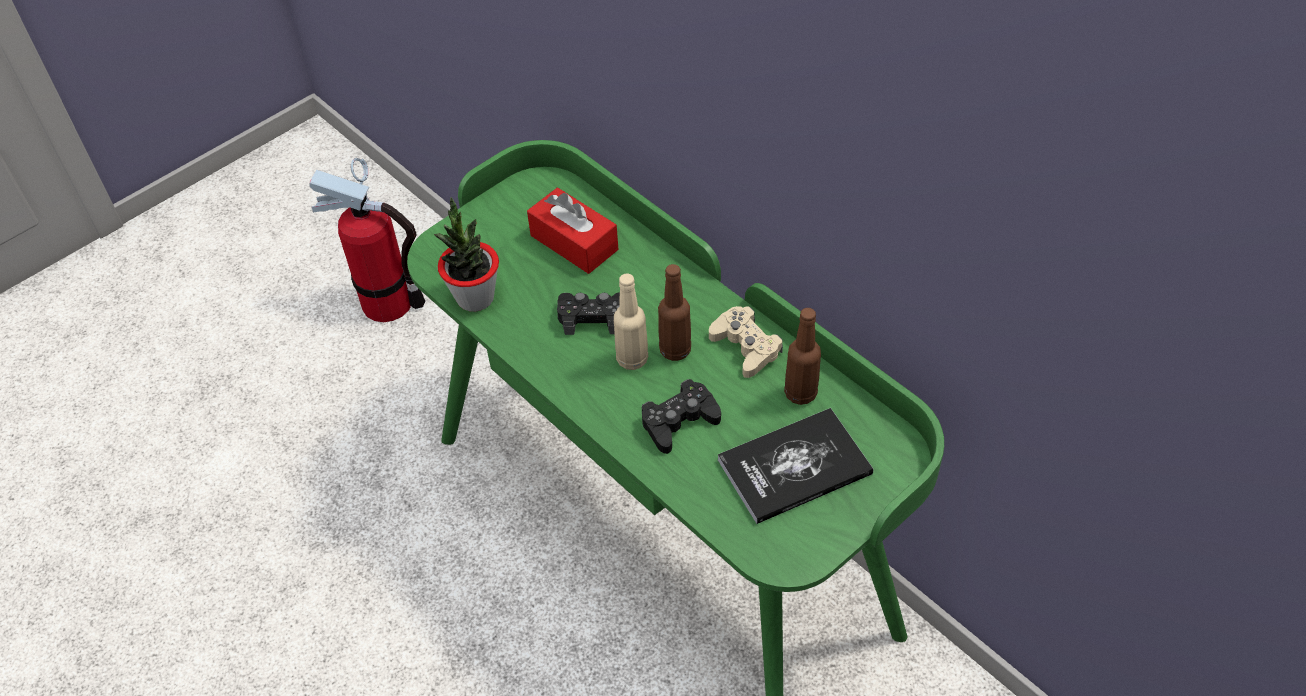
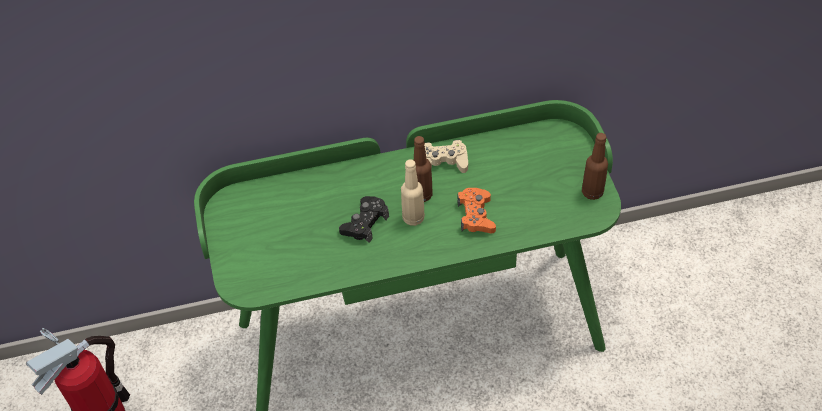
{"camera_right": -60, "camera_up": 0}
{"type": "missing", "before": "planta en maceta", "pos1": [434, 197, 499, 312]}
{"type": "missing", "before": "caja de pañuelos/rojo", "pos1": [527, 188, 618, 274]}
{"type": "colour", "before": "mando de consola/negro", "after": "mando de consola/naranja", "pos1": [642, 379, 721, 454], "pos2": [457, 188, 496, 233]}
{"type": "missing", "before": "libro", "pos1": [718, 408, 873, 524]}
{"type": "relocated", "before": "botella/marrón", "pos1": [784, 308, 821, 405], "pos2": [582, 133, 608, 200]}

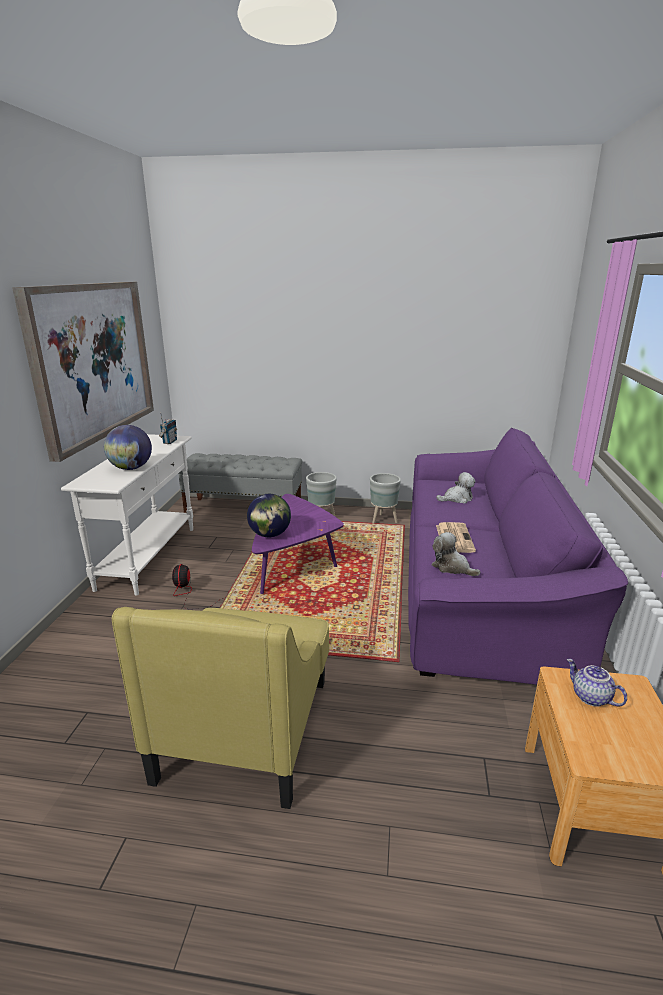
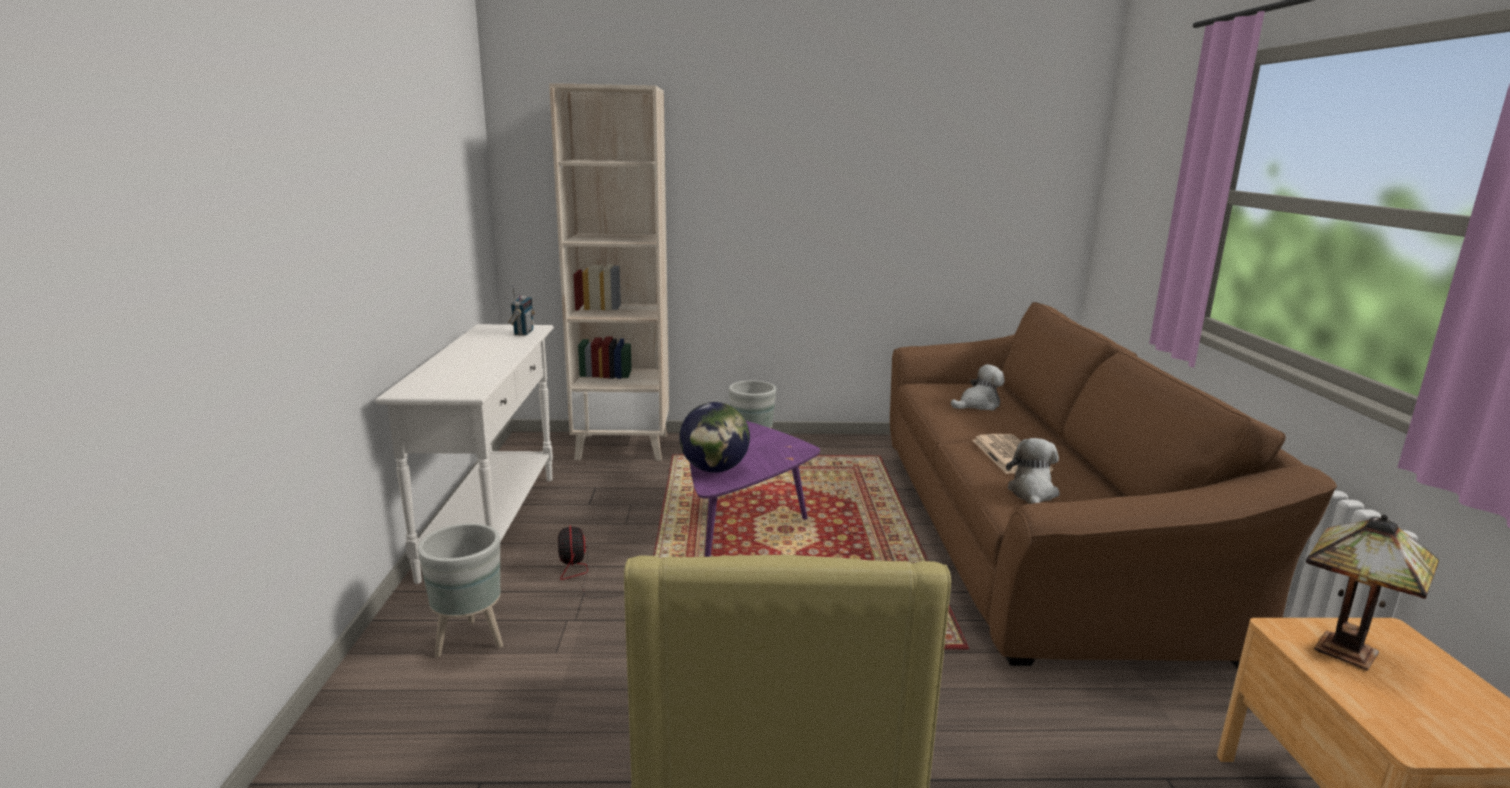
{"camera_right": -10, "camera_up": -5}
{"type": "missing", "before": "cuadro", "pos1": [12, 282, 154, 462]}
{"type": "missing", "before": "globo terráqueo", "pos1": [104, 425, 152, 470]}
{"type": "exchanged", "before": "banco/gris", "after": "estantería/beis", "pos1": [178, 453, 302, 513], "pos2": [549, 83, 669, 461]}
{"type": "relocated", "before": "maceta/gris", "pos1": [370, 473, 401, 524], "pos2": [418, 523, 503, 657]}
{"type": "colour", "before": "sofá/morado", "after": "sofá/marrón", "pos1": [408, 428, 628, 685], "pos2": [890, 302, 1337, 669]}
{"type": "spun", "before": "peluche", "pos1": [432, 532, 480, 576], "pos2": [1006, 438, 1060, 504], "turn": 75}
{"type": "exchanged", "before": "tetera", "after": "lámpara de mesa", "pos1": [567, 659, 627, 707], "pos2": [1306, 514, 1439, 670]}

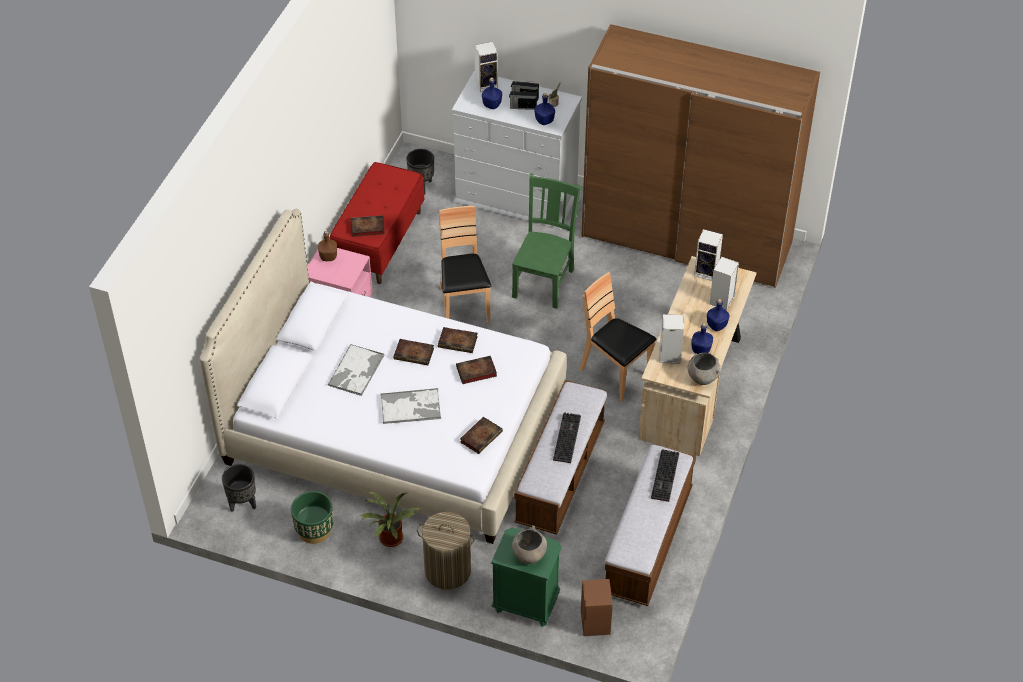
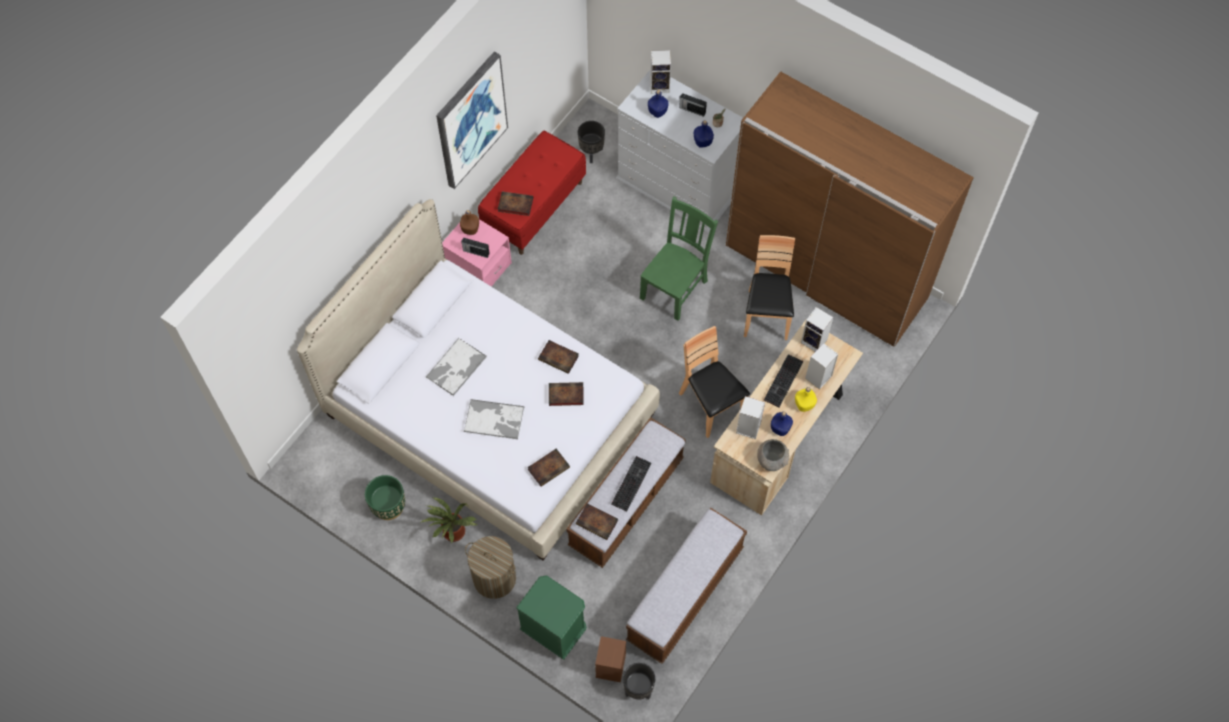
{"camera_right": 15, "camera_up": 15}
{"type": "relocated", "before": "maceta/negro", "pos1": [222, 464, 256, 512], "pos2": [623, 663, 655, 700]}
{"type": "relocated", "before": "libro", "pos1": [394, 339, 434, 365], "pos2": [576, 503, 618, 540]}
{"type": "relocated", "before": "silla/marrón", "pos1": [439, 206, 491, 323], "pos2": [744, 235, 795, 340]}
{"type": "relocated", "before": "radio", "pos1": [509, 90, 537, 110], "pos2": [461, 238, 490, 258]}
{"type": "missing", "before": "cuenco/gris", "pos1": [512, 525, 547, 564]}
{"type": "relocated", "before": "teclado", "pos1": [651, 449, 679, 502], "pos2": [764, 355, 803, 407]}
{"type": "colour", "before": "botella/azul", "after": "botella/amarillo", "pos1": [707, 299, 729, 331], "pos2": [795, 387, 817, 412]}
{"type": "appeared", "after": "cuadro", "pos2": [436, 51, 508, 189]}

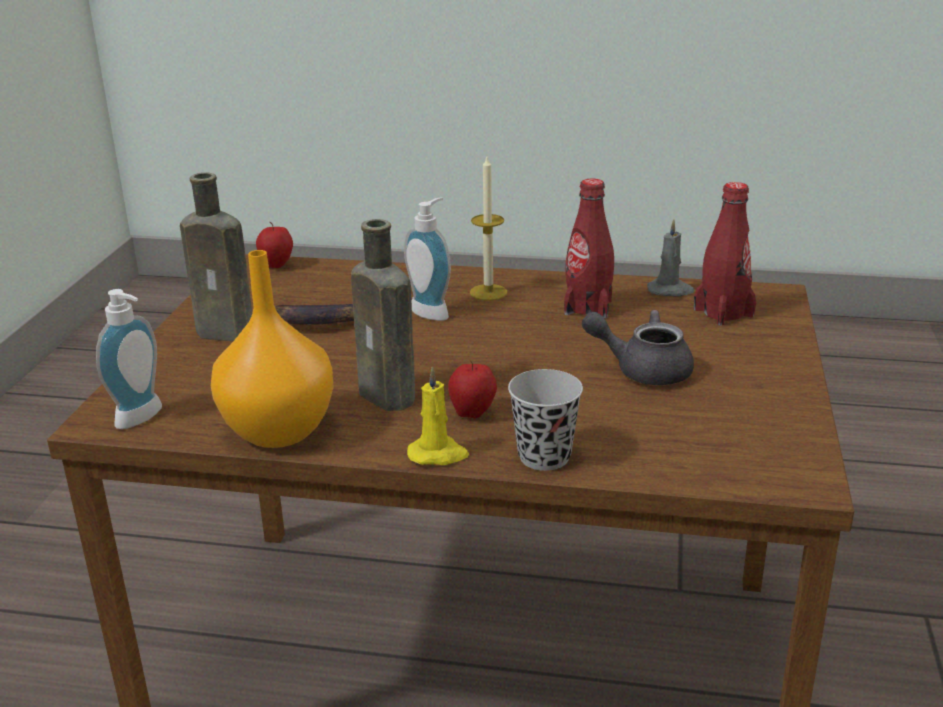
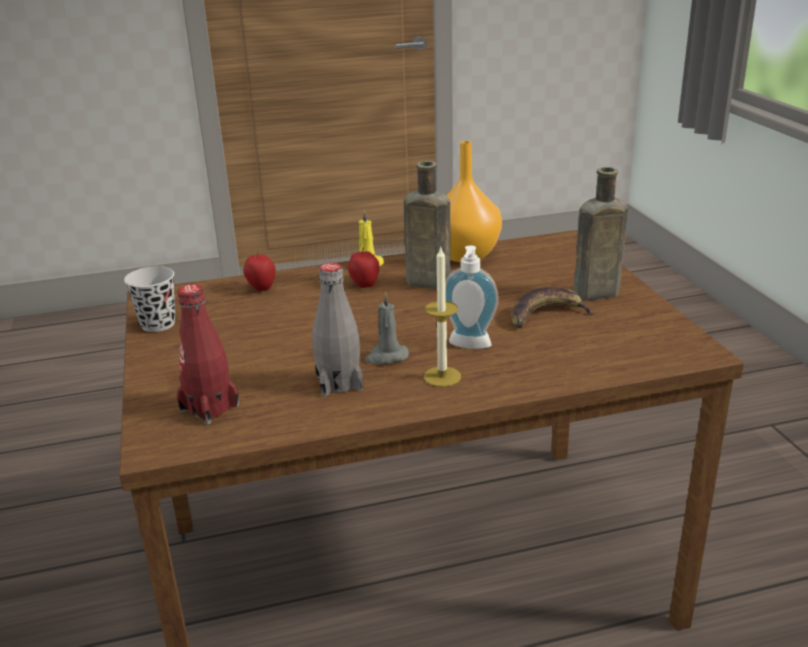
{"camera_right": 155, "camera_up": 0}
{"type": "missing", "before": "dispensador de jabón", "pos1": [96, 289, 162, 429]}
{"type": "relocated", "before": "manzana", "pos1": [256, 222, 293, 268], "pos2": [243, 250, 276, 291]}
{"type": "relocated", "before": "taza/negro", "pos1": [508, 369, 583, 471], "pos2": [124, 266, 176, 332]}
{"type": "colour", "before": "botella/rojo", "after": "botella/gris", "pos1": [564, 179, 614, 318], "pos2": [312, 263, 363, 397]}
{"type": "missing", "before": "tetera/gris", "pos1": [582, 310, 694, 385]}
{"type": "relocated", "before": "vela/gris", "pos1": [647, 219, 695, 296], "pos2": [365, 291, 409, 364]}

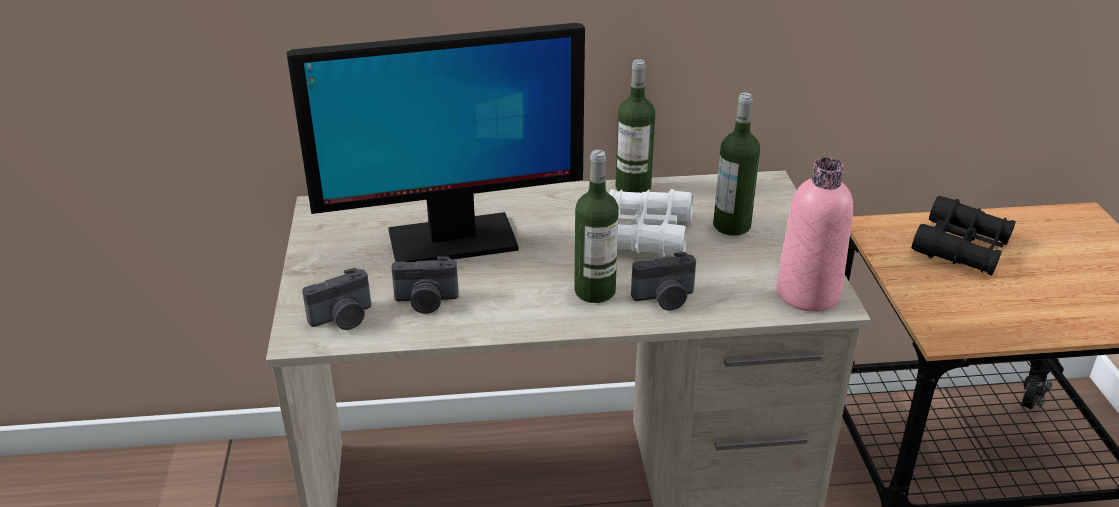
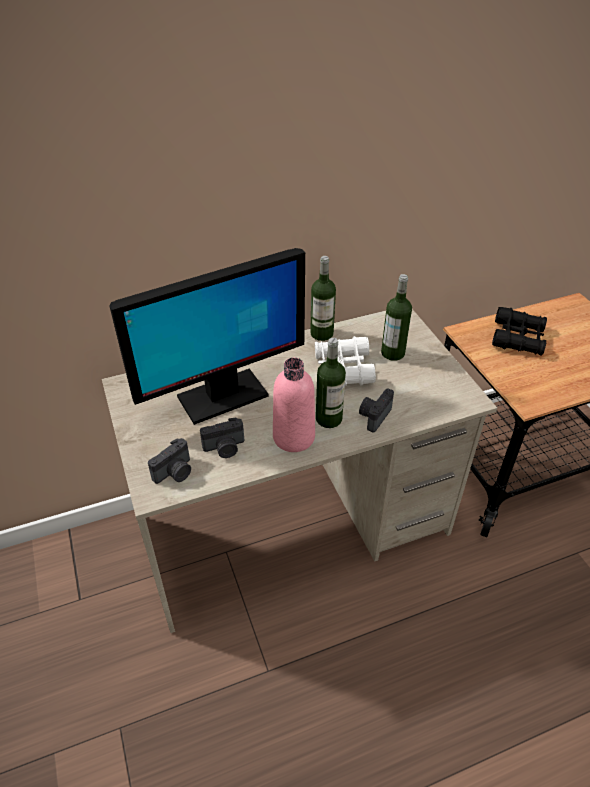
{"camera_right": -15, "camera_up": 10}
{"type": "spun", "before": "cámara", "pos1": [631, 252, 696, 310], "pos2": [359, 388, 394, 432], "turn": 150}
{"type": "relocated", "before": "botella/rosa", "pos1": [776, 157, 853, 312], "pos2": [273, 358, 315, 452]}

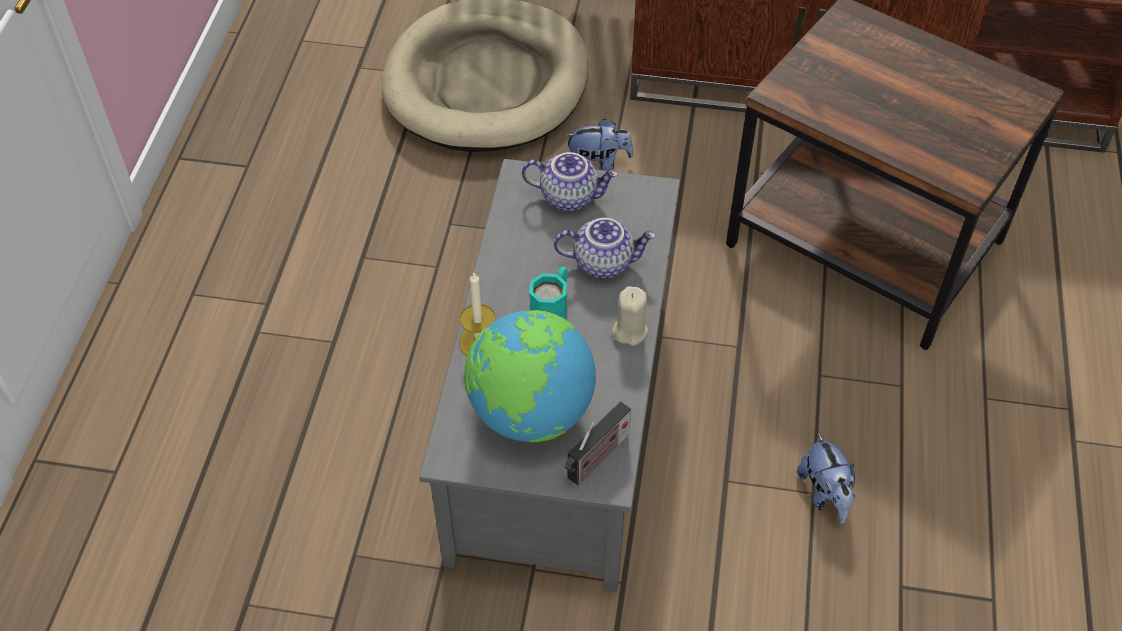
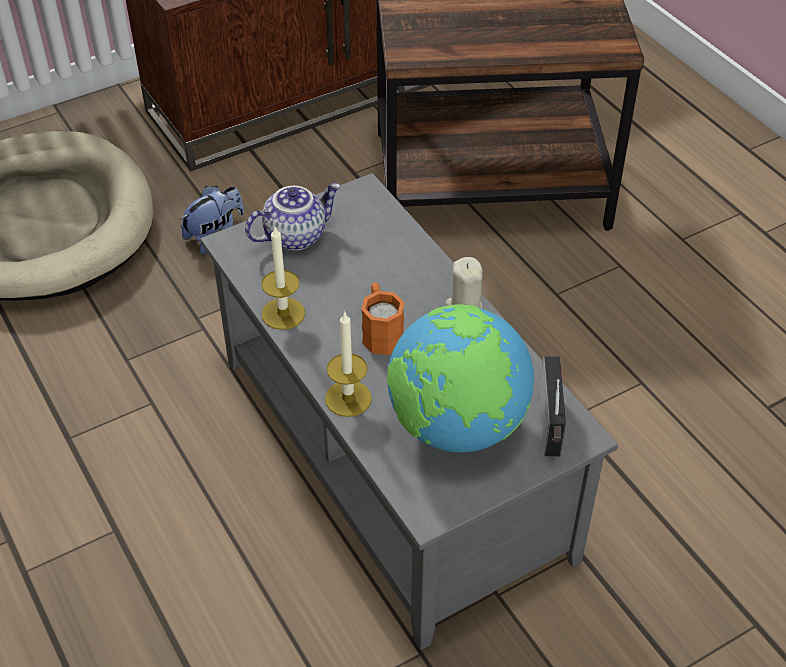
{"camera_right": -40, "camera_up": -5}
{"type": "colour", "before": "taza grande/turquesa", "after": "taza grande/naranja", "pos1": [529, 266, 568, 320], "pos2": [361, 283, 405, 355]}
{"type": "missing", "before": "tetera", "pos1": [554, 218, 656, 278]}
{"type": "missing", "before": "peluche", "pos1": [797, 433, 855, 524]}
{"type": "appeared", "after": "vela", "pos2": [261, 227, 305, 330]}

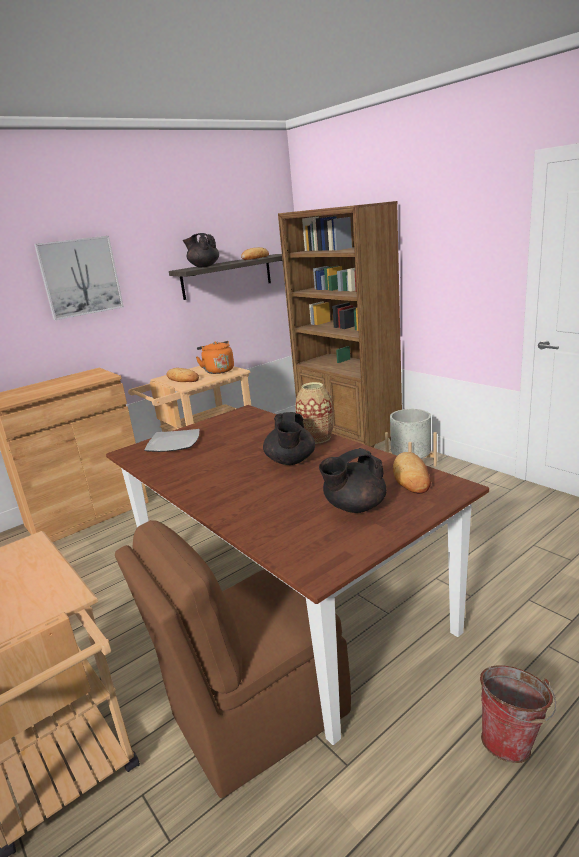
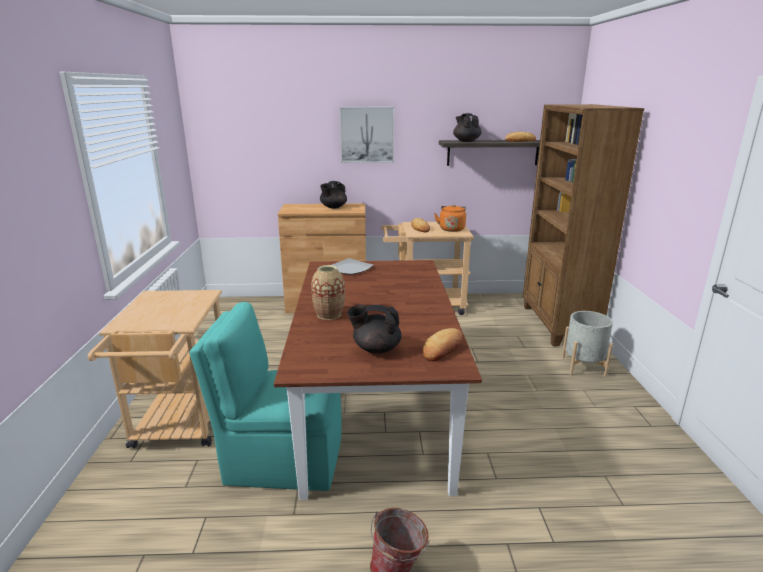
{"camera_right": 35, "camera_up": 0}
{"type": "colour", "before": "silla/marrón", "after": "silla/turquesa", "pos1": [115, 520, 351, 798], "pos2": [189, 302, 342, 491]}
{"type": "relocated", "before": "tetera/negro", "pos1": [263, 412, 315, 465], "pos2": [320, 181, 347, 209]}
{"type": "relocated", "before": "florero", "pos1": [295, 382, 334, 444], "pos2": [311, 265, 345, 320]}

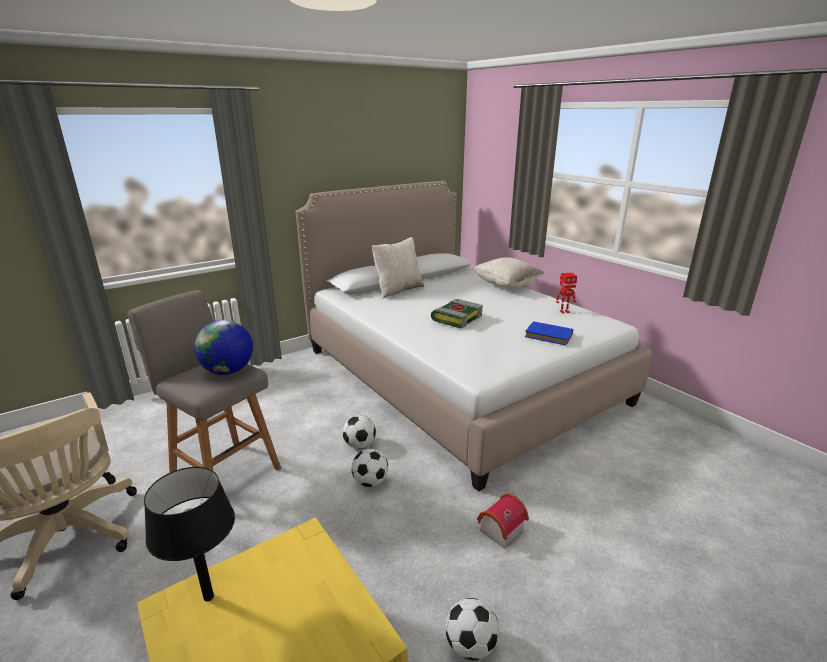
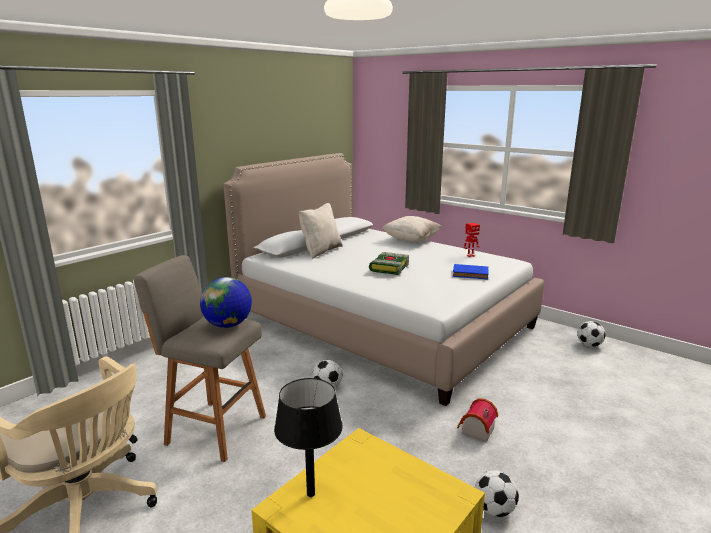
{"camera_right": -15, "camera_up": -5}
{"type": "relocated", "before": "balón de fútbol", "pos1": [351, 449, 388, 487], "pos2": [577, 321, 605, 347]}

